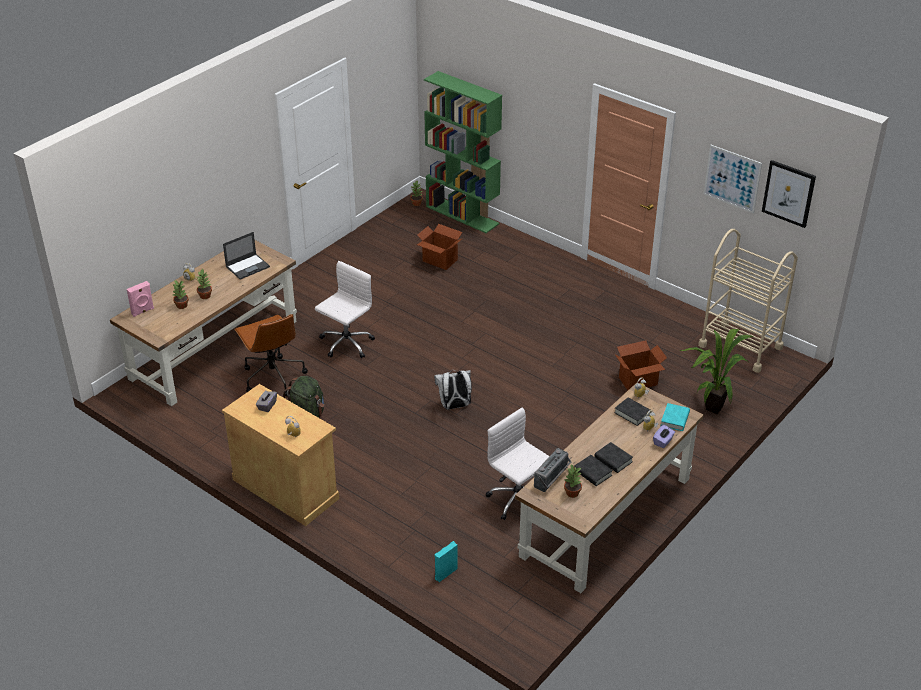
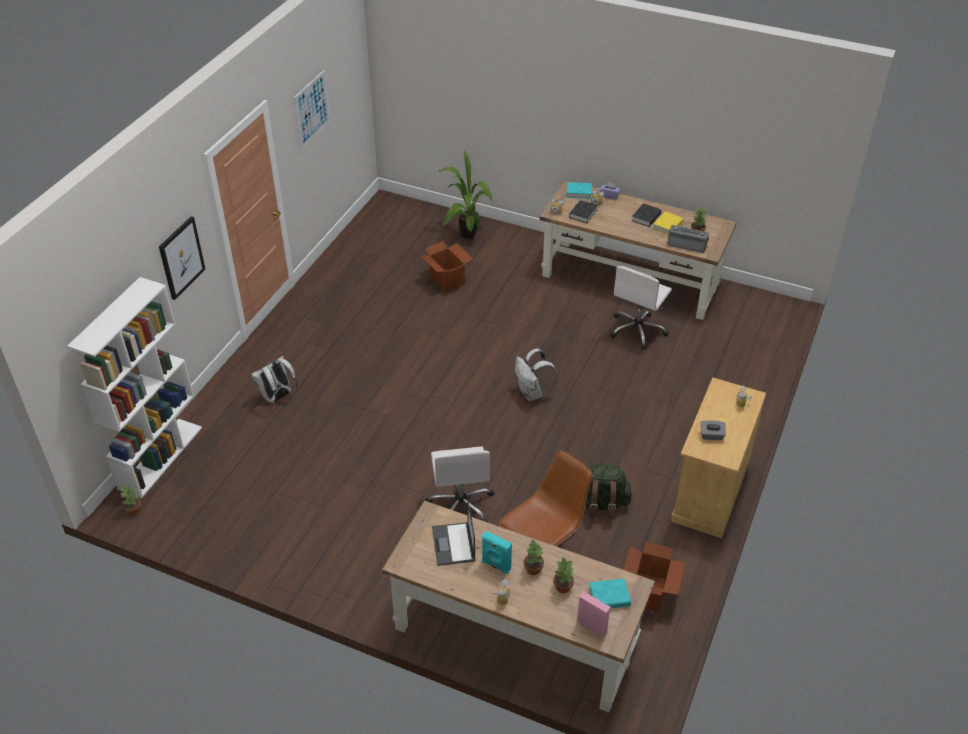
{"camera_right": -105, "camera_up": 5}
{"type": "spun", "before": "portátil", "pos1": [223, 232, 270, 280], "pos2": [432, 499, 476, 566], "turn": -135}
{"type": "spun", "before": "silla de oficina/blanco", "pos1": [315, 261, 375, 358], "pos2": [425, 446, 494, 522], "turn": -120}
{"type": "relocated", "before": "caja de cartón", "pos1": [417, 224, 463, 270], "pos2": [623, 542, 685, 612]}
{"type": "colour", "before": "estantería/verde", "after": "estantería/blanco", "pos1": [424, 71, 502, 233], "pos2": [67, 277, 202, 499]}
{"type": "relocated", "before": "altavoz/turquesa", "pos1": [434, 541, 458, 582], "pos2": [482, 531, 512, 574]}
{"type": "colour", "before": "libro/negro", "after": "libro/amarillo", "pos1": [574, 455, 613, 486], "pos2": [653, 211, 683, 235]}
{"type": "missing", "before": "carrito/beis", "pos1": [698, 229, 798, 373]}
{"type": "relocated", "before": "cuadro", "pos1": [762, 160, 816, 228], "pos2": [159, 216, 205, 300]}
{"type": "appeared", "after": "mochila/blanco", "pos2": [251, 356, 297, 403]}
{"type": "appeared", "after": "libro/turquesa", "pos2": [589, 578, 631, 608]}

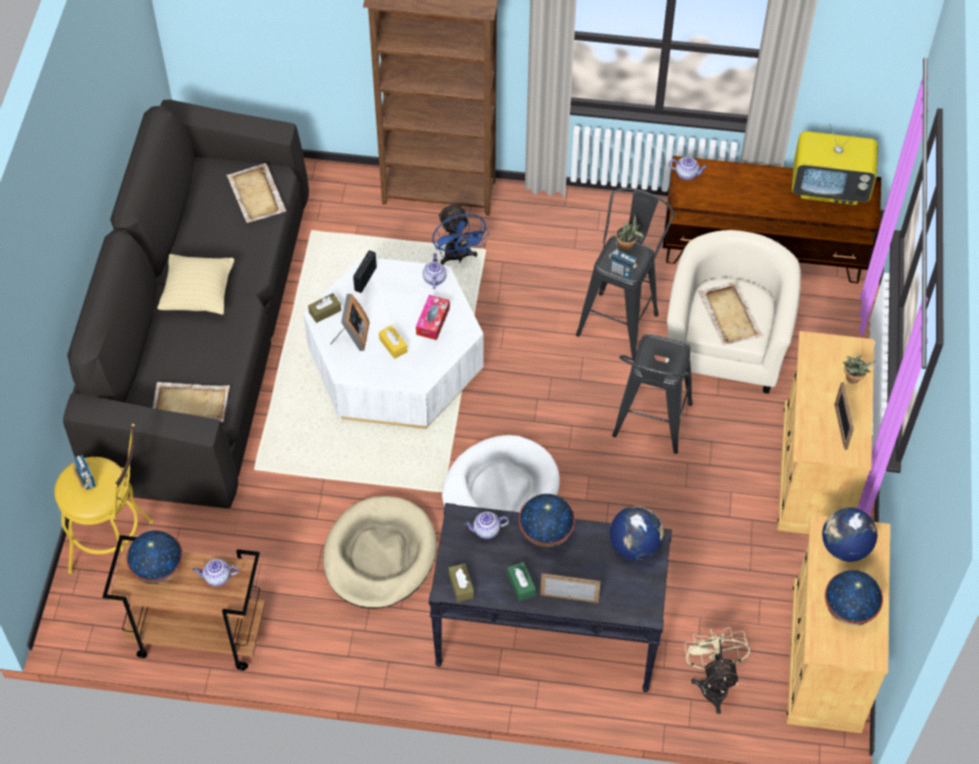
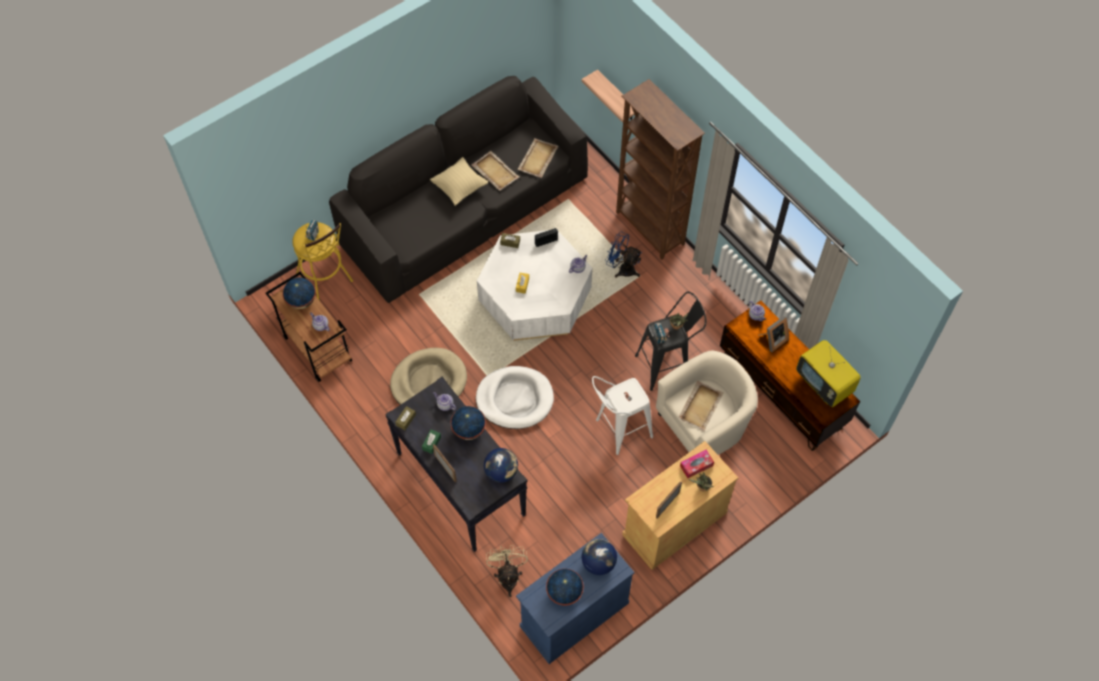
{"camera_right": 45, "camera_up": 5}
{"type": "relocated", "before": "bandeja/beis", "pos1": [153, 382, 230, 422], "pos2": [471, 151, 520, 191]}
{"type": "relocated", "before": "portarretratos", "pos1": [330, 294, 370, 351], "pos2": [758, 316, 789, 352]}
{"type": "relocated", "before": "caja de pañuelos", "pos1": [416, 295, 450, 340], "pos2": [680, 450, 714, 478]}
{"type": "spun", "before": "ventilador/azul", "pos1": [432, 203, 489, 265], "pos2": [606, 232, 642, 278], "turn": 90}
{"type": "colour", "before": "taburete/negro", "after": "taburete/blanco", "pos1": [612, 334, 693, 454], "pos2": [592, 376, 653, 455]}
{"type": "spun", "before": "ventilador/beis", "pos1": [684, 627, 750, 714], "pos2": [486, 545, 528, 597], "turn": -45}
{"type": "colour", "before": "armario/beis", "after": "armario/azul", "pos1": [786, 515, 890, 733], "pos2": [516, 533, 635, 664]}
{"type": "appeared", "after": "estante", "pos2": [581, 69, 637, 122]}

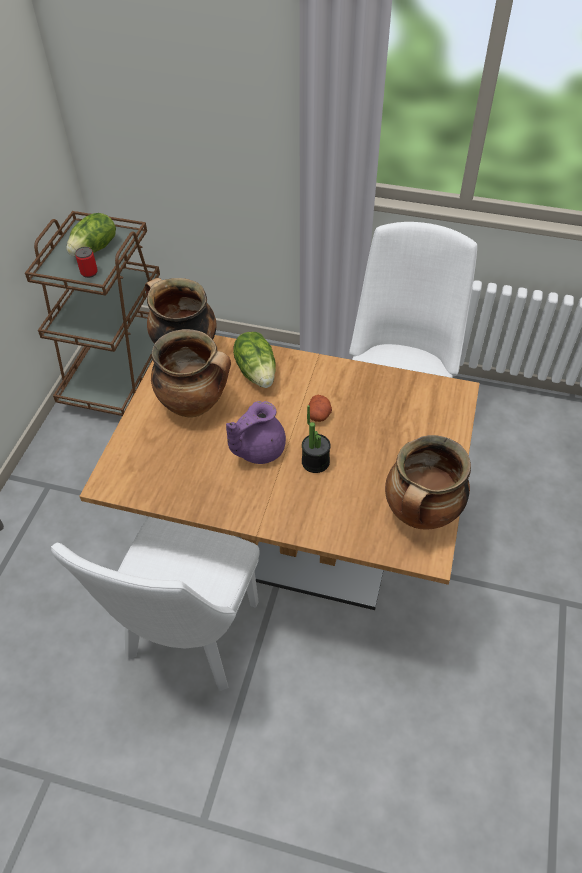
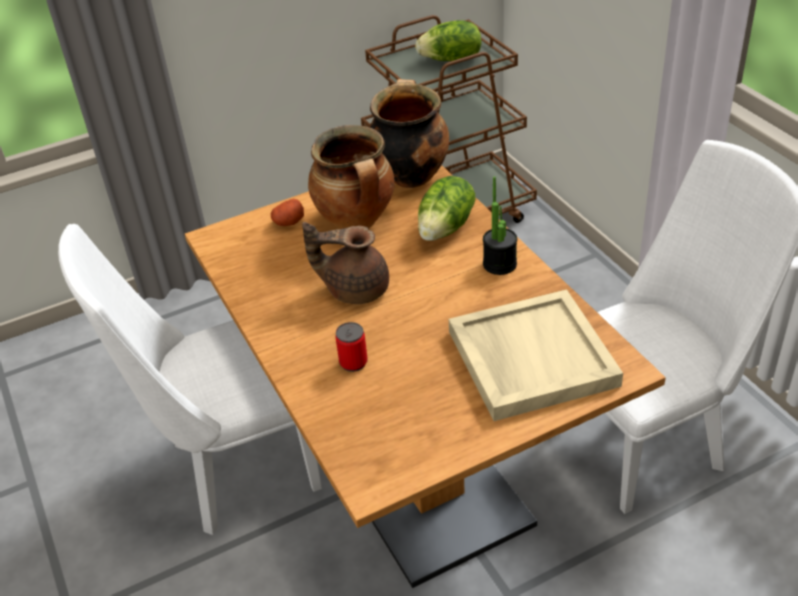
{"camera_right": 50, "camera_up": -10}
{"type": "relocated", "before": "lata", "pos1": [75, 247, 98, 278], "pos2": [335, 322, 368, 372]}
{"type": "colour", "before": "tetera/morado", "after": "tetera/marrón", "pos1": [226, 401, 286, 464], "pos2": [302, 222, 389, 304]}
{"type": "relocated", "before": "planta en maceta", "pos1": [302, 405, 331, 473], "pos2": [483, 176, 517, 275]}
{"type": "relocated", "before": "patata", "pos1": [309, 395, 332, 422], "pos2": [271, 199, 304, 226]}
{"type": "missing", "before": "olla", "pos1": [385, 435, 471, 530]}
{"type": "appeared", "after": "bandeja/beis", "pos2": [449, 289, 623, 421]}

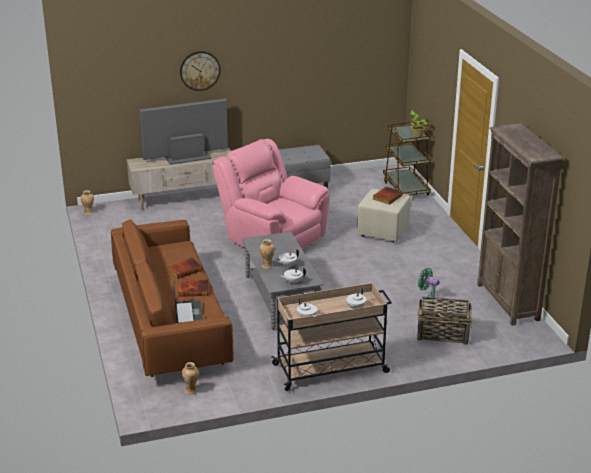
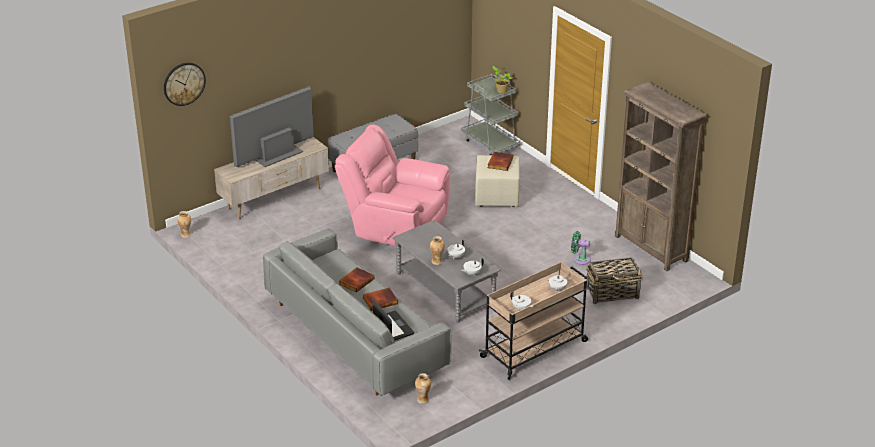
{"camera_right": -20, "camera_up": 5}
{"type": "colour", "before": "sofá/marrón", "after": "sofá/gris", "pos1": [111, 219, 233, 377], "pos2": [263, 229, 451, 396]}
{"type": "relocated", "before": "reloj de pared", "pos1": [180, 51, 221, 91], "pos2": [164, 63, 206, 106]}
{"type": "colour", "before": "carrito/marrón", "after": "carrito/gris", "pos1": [383, 122, 431, 195], "pos2": [461, 74, 520, 155]}

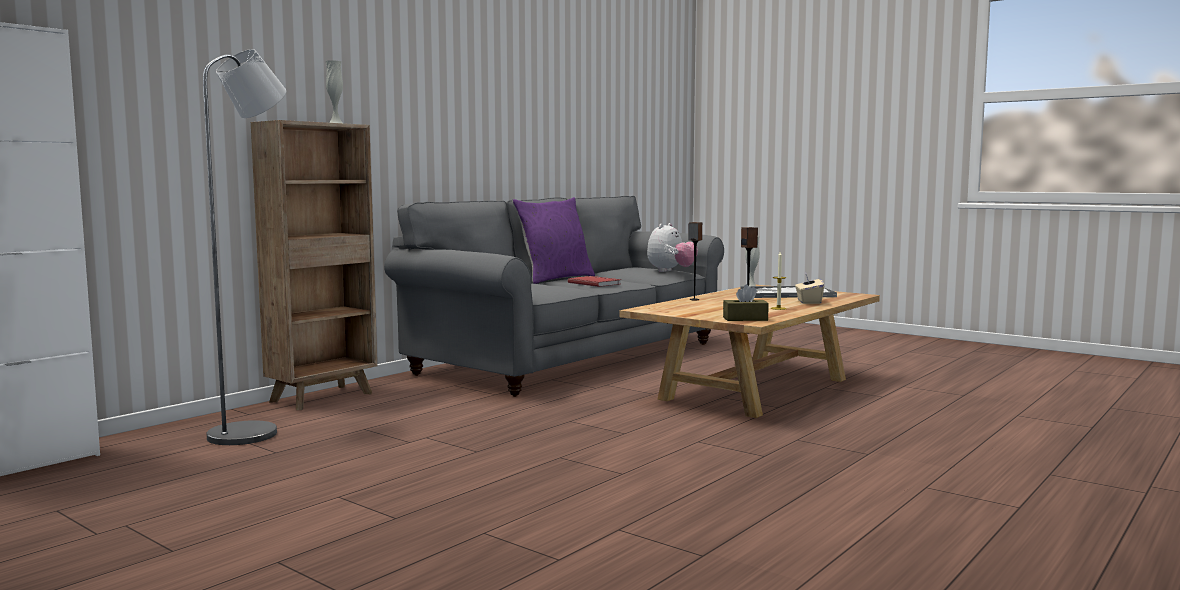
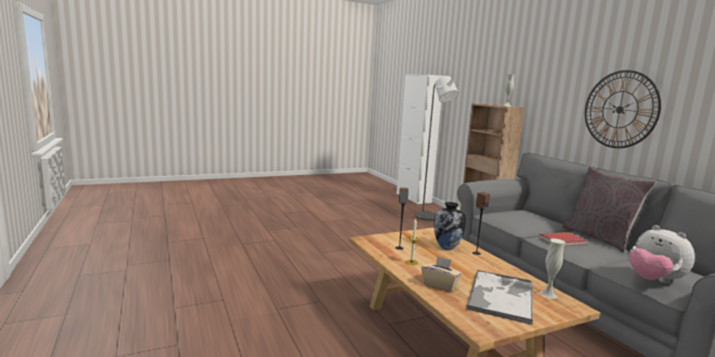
{"camera_right": 115, "camera_up": 5}
{"type": "colour", "before": "cojín/morado", "after": "cojín/gris", "pos1": [512, 197, 595, 284], "pos2": [562, 167, 656, 252]}
{"type": "missing", "before": "caja de pañuelos/marrón", "pos1": [723, 284, 769, 321]}
{"type": "appeared", "after": "florero", "pos2": [434, 202, 466, 250]}
{"type": "appeared", "after": "reloj de pared", "pos2": [585, 70, 661, 148]}

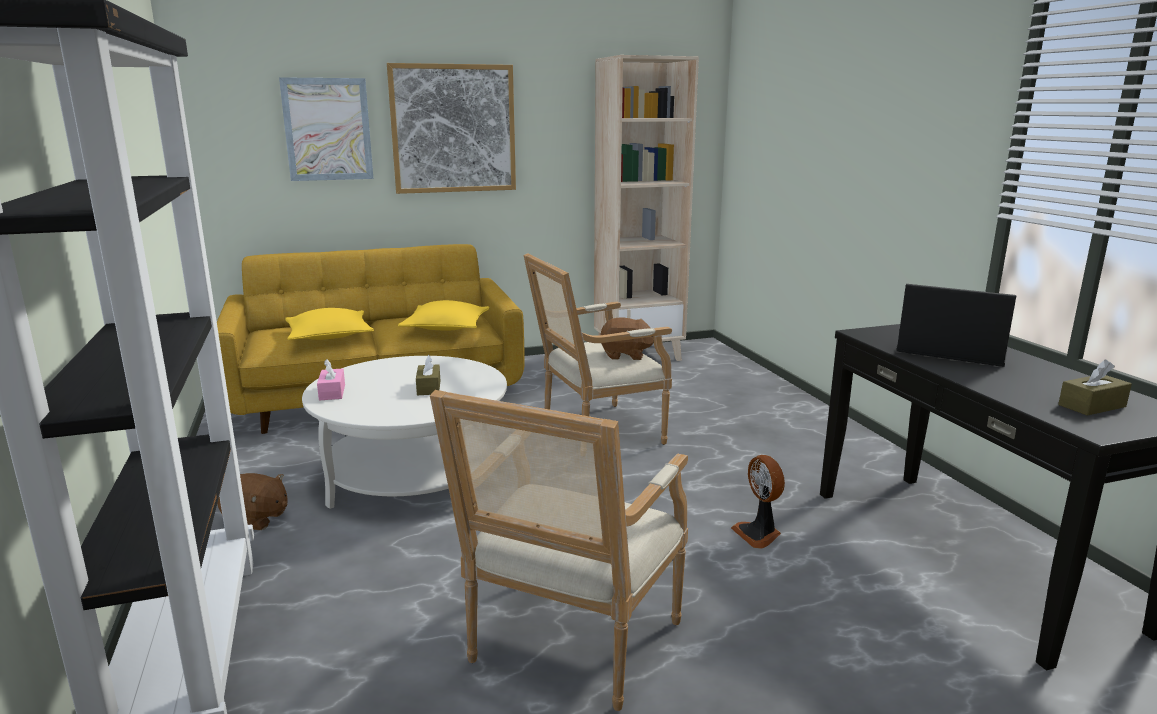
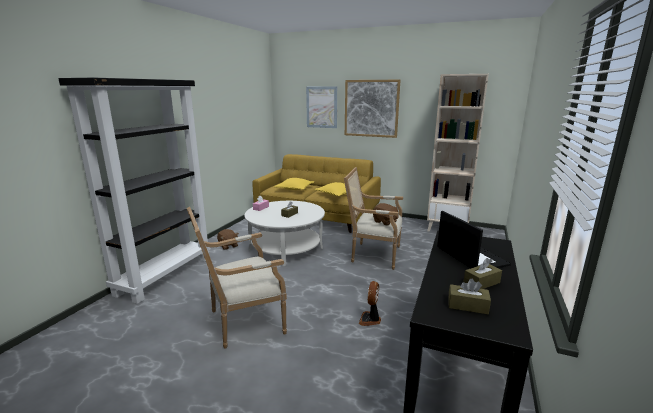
{"camera_right": 40, "camera_up": 0}
{"type": "appeared", "after": "caja de pañuelos/marrón", "pos2": [464, 258, 502, 289]}

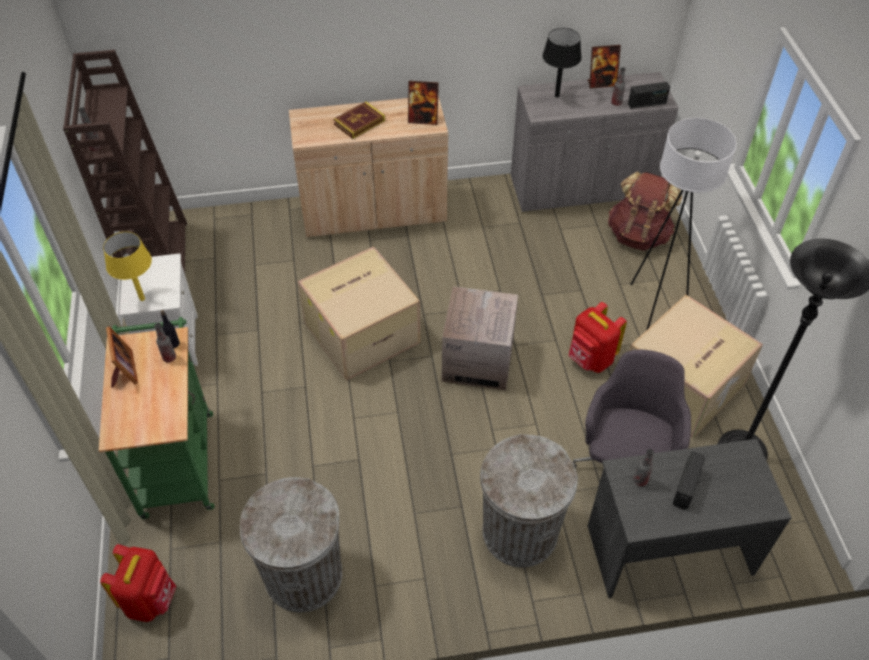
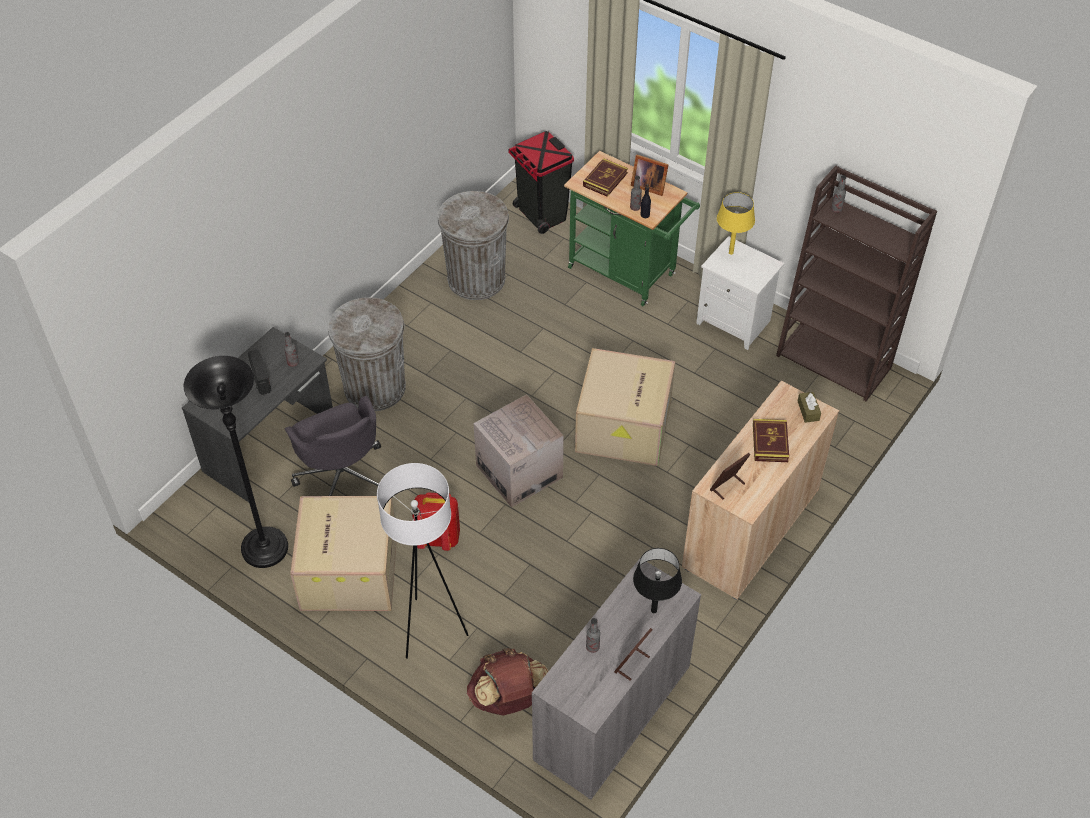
{"camera_right": 135, "camera_up": 0}
{"type": "exchanged", "before": "mochila/rojo", "after": "papelera/negro", "pos1": [100, 544, 176, 622], "pos2": [508, 131, 574, 234]}
{"type": "missing", "before": "radio", "pos1": [628, 82, 670, 109]}
{"type": "appeared", "after": "libro", "pos2": [583, 158, 628, 197]}
{"type": "appeared", "after": "caja de pañuelos/marrón", "pos2": [798, 392, 821, 423]}

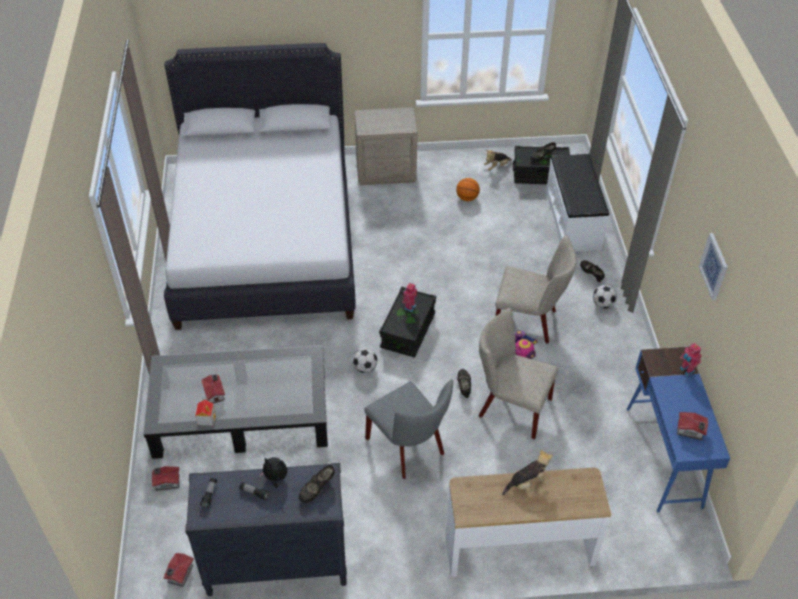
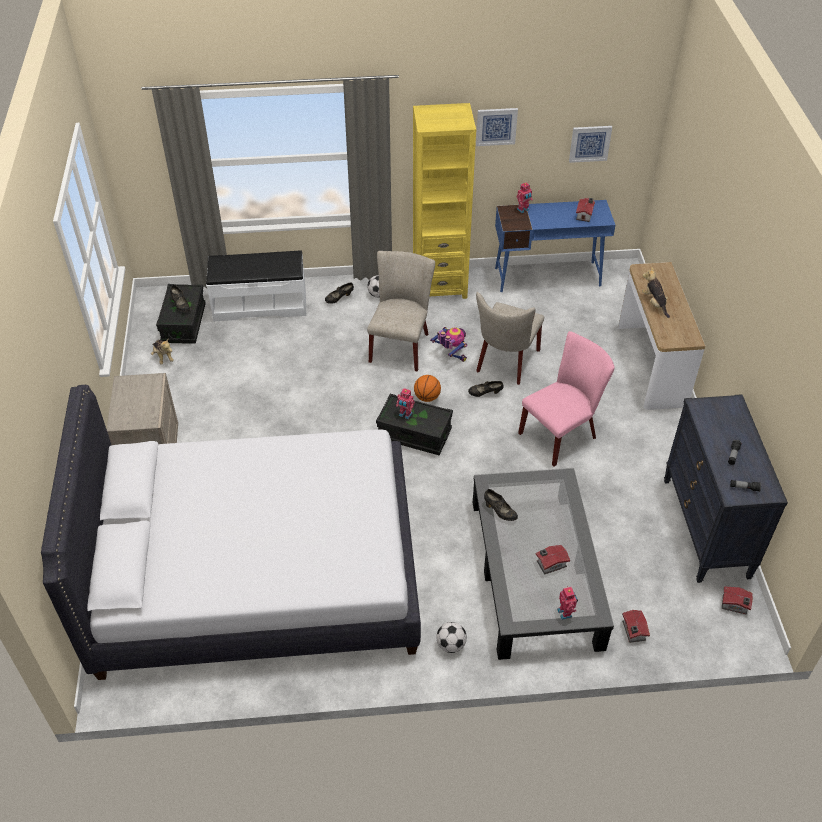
{"camera_right": -90, "camera_up": 0}
{"type": "missing", "before": "casita", "pos1": [195, 400, 216, 426]}
{"type": "missing", "before": "peluche", "pos1": [259, 457, 287, 488]}
{"type": "relocated", "before": "zapato/negro", "pos1": [299, 465, 335, 503], "pos2": [484, 489, 518, 521]}
{"type": "relocated", "before": "balón de fútbol", "pos1": [352, 348, 377, 373], "pos2": [436, 622, 467, 653]}
{"type": "colour", "before": "silla/gris", "after": "silla/rosa", "pos1": [364, 379, 453, 479], "pos2": [518, 331, 615, 467]}
{"type": "relocated", "before": "balón de baloncesto", "pos1": [456, 178, 480, 201], "pos2": [414, 375, 441, 402]}
{"type": "appeared", "after": "estantería/amarillo", "pos2": [413, 103, 476, 299]}
{"type": "appeared", "after": "robot de juguete", "pos2": [557, 586, 578, 620]}
{"type": "appeared", "after": "cuadro", "pos2": [569, 126, 612, 163]}

